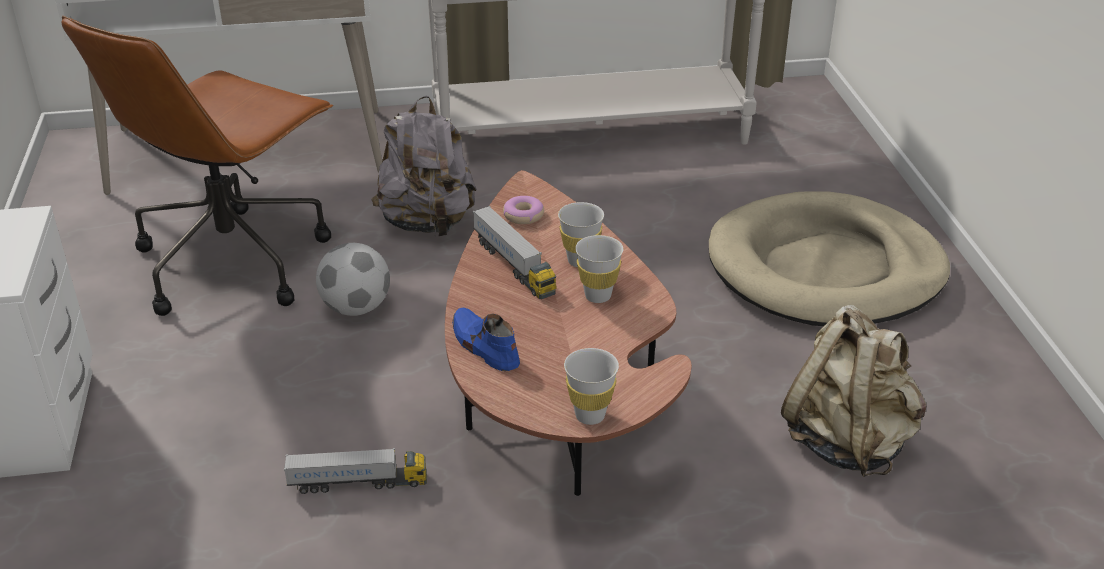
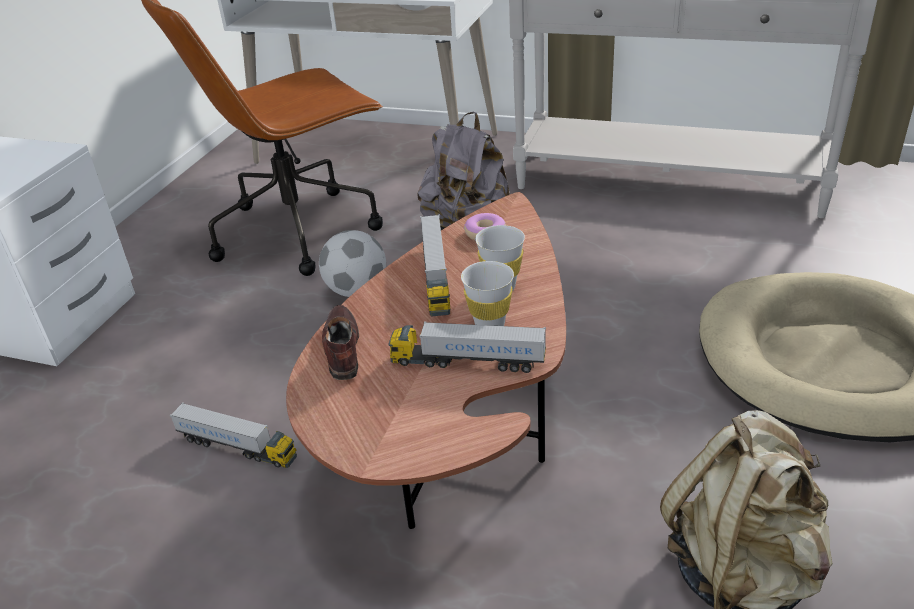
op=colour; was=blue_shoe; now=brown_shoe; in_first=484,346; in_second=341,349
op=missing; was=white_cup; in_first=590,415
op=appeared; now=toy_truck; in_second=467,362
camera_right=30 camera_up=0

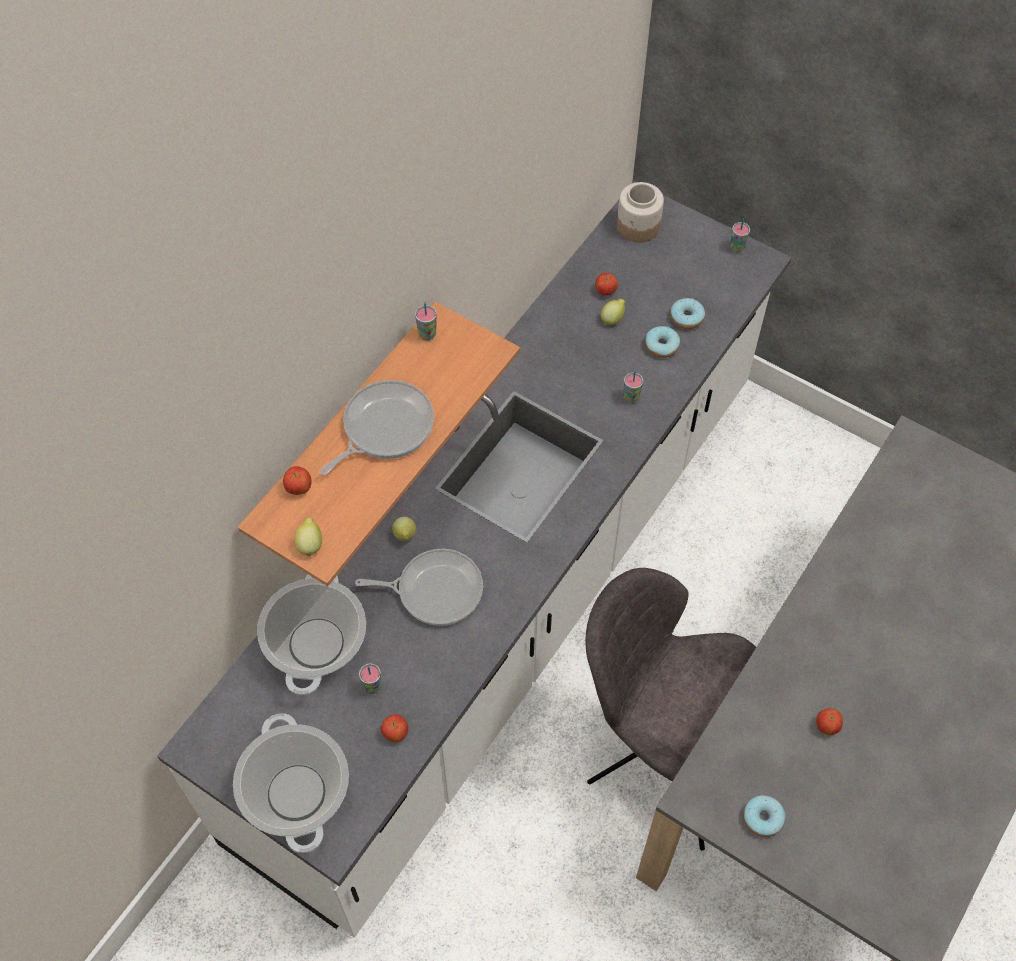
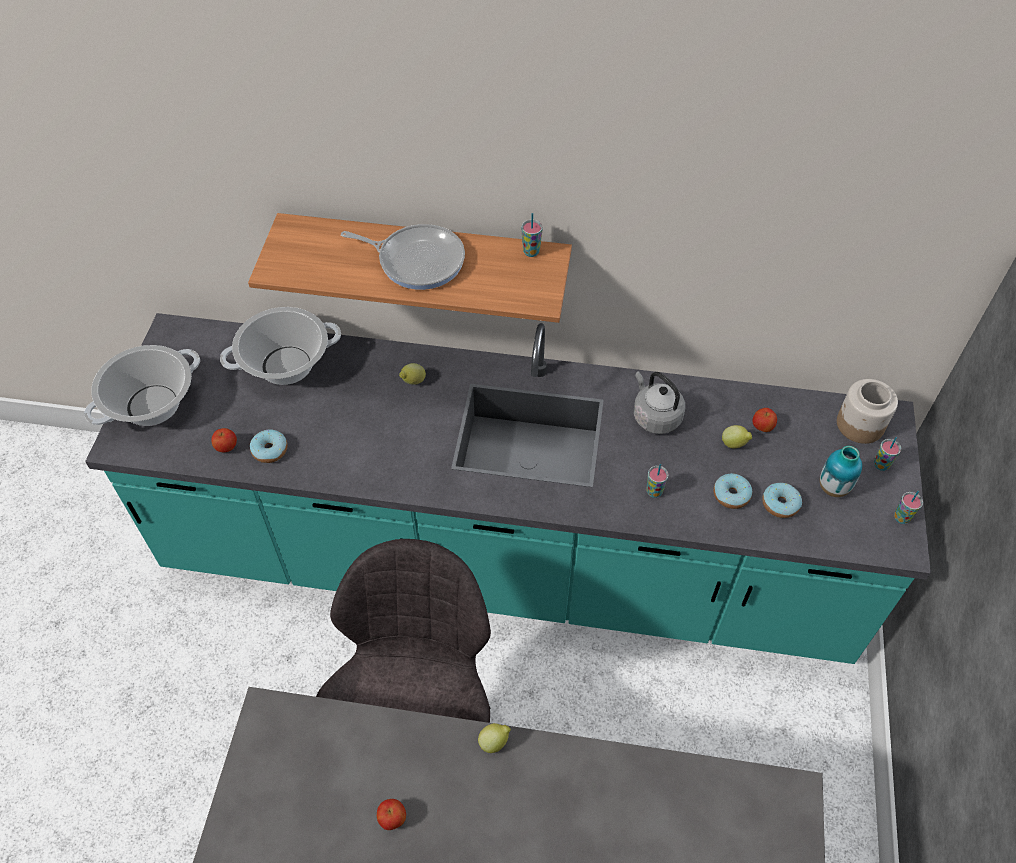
op=colour; was=white_counter; now=turquoise_counter; in_first=508,602; in_second=508,562
op=missing; was=apple; in_first=299,488
op=relocated; was=lemon; in_first=310,544; in_second=494,742
op=missing; was=frying_pan; in_first=435,590
op=relocated; was=cup; in_first=372,687; in_second=881,465
op=relocated; was=donut; in_first=762,818; in_second=270,450
op=appeared; now=grey_kettle; in_second=655,416
op=appeared; now=vase; in_second=833,488
camera_right=65 camera_up=-5

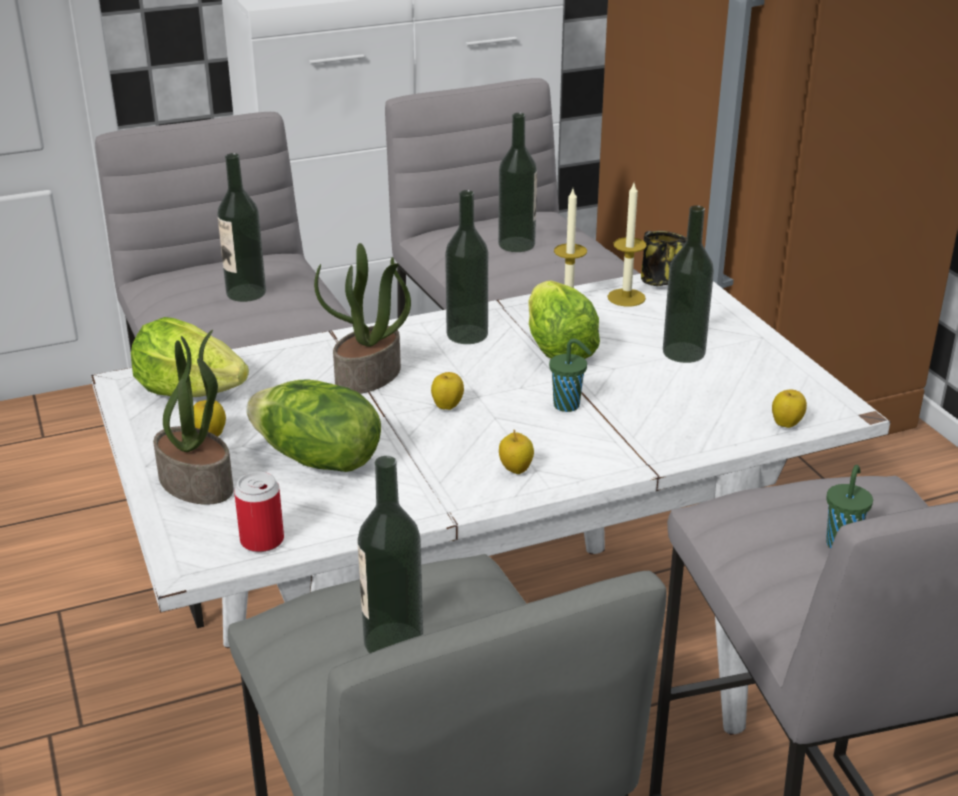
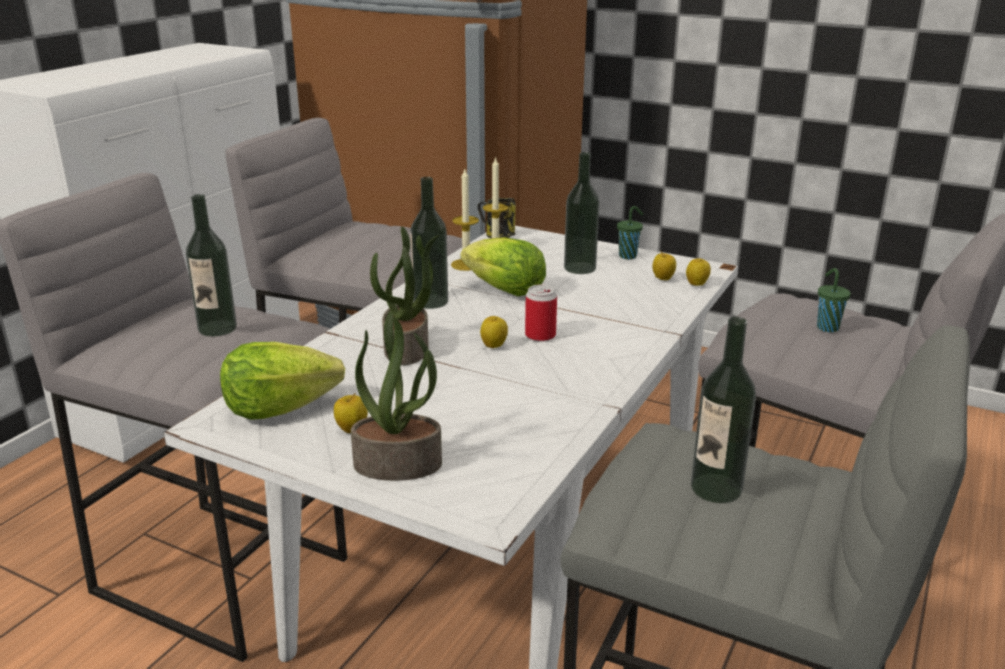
op=missing; was=bottle; in_first=516,244
op=relocated; was=green_cup; in_first=568,406; in_second=628,256
op=missing; was=lettuce; in_first=317,460
op=relocated; was=apple; in_first=515,470; in_second=663,279
op=relocated; was=can; in_first=262,540; in_second=540,336
camera_right=-40 camera_up=-5

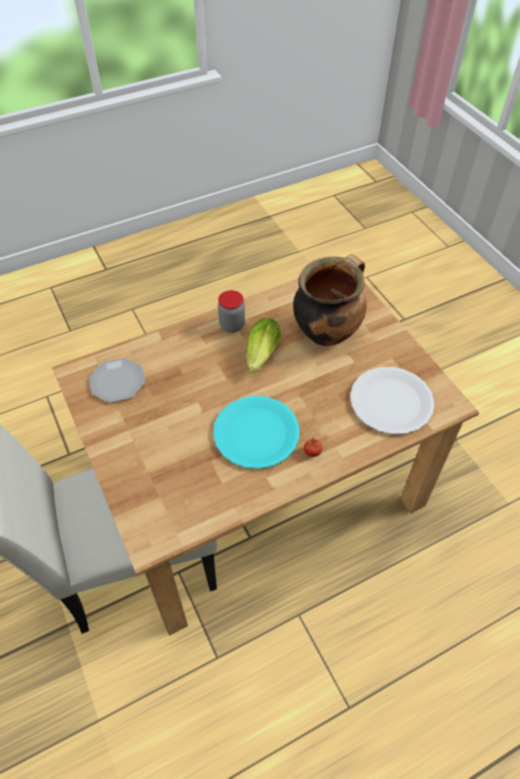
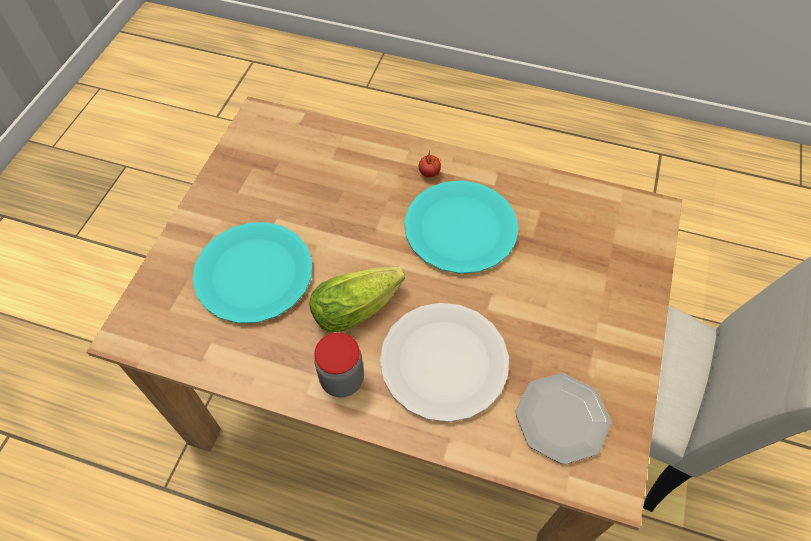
op=exchanged; was=cooking_pot; now=turquoise_plate; in_first=326,332; in_second=253,274
op=relocated; was=white_plate; in_first=391,401; in_second=444,362
camera_right=-135 camera_up=5

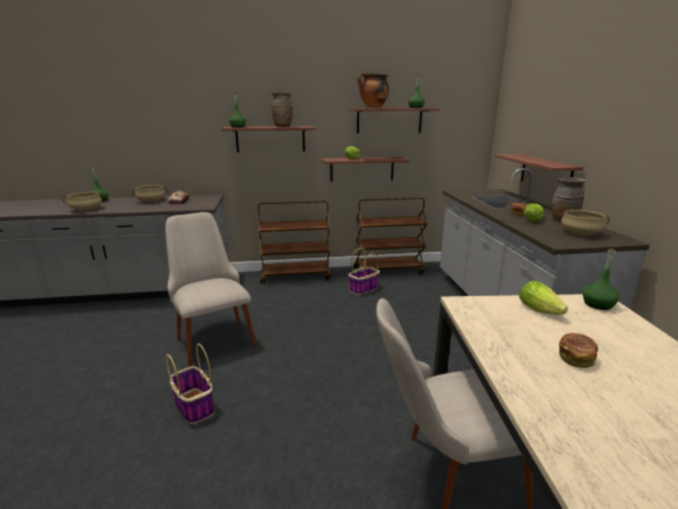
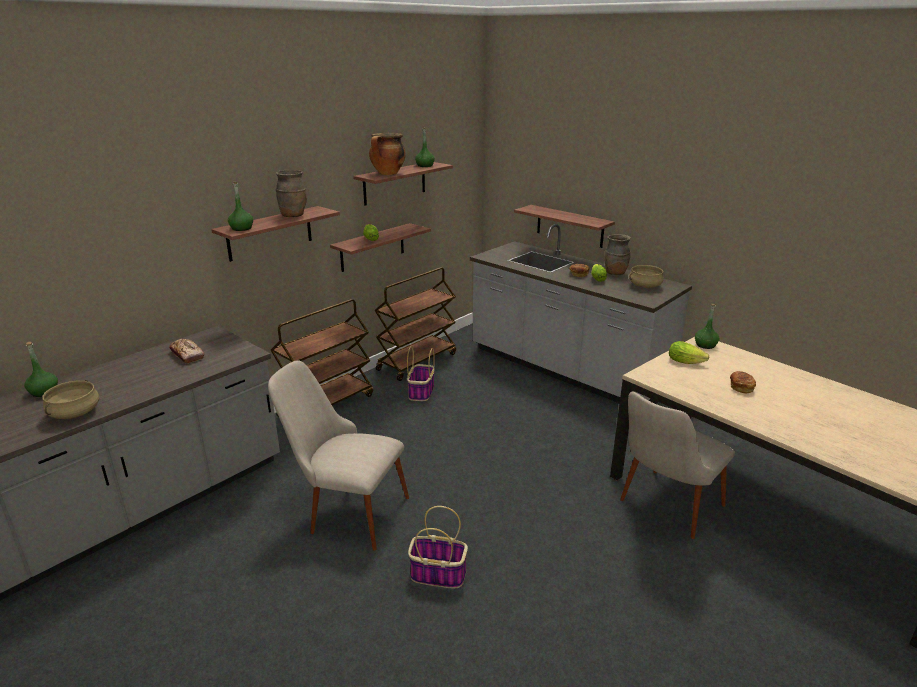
op=missing; was=beige_cooking_pot; in_first=151,201
camera_right=-40 camera_up=5

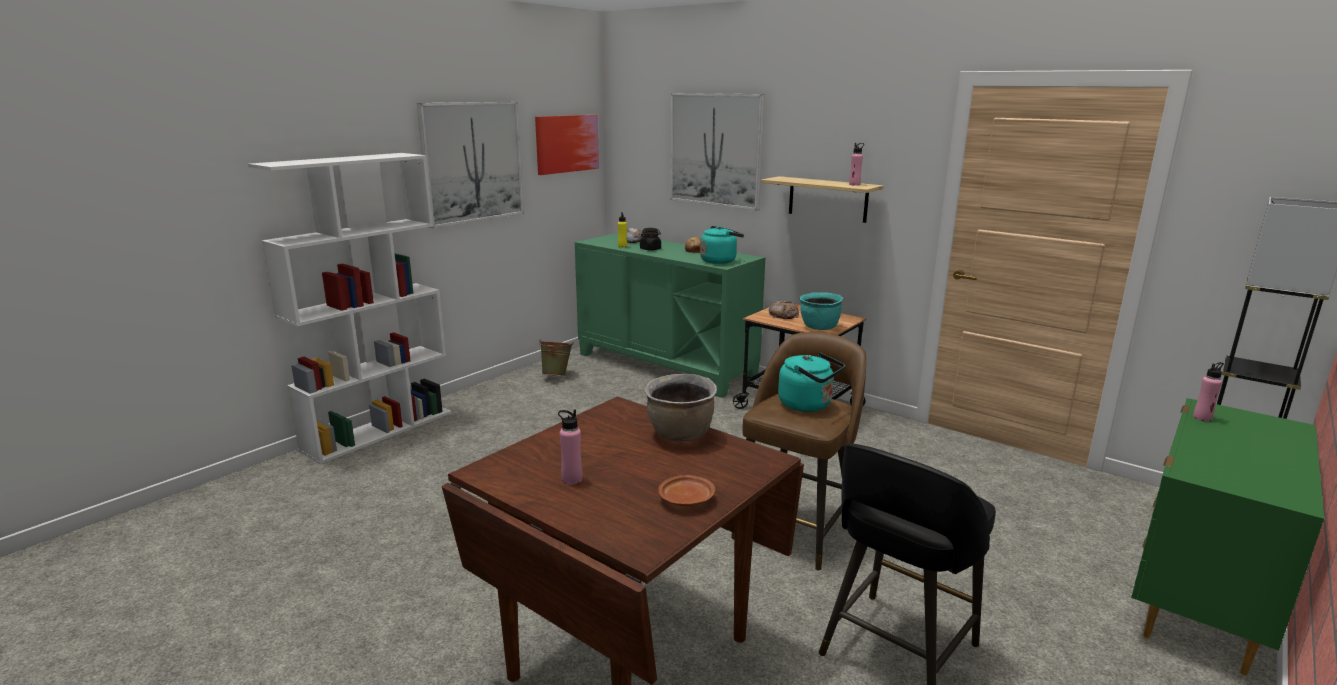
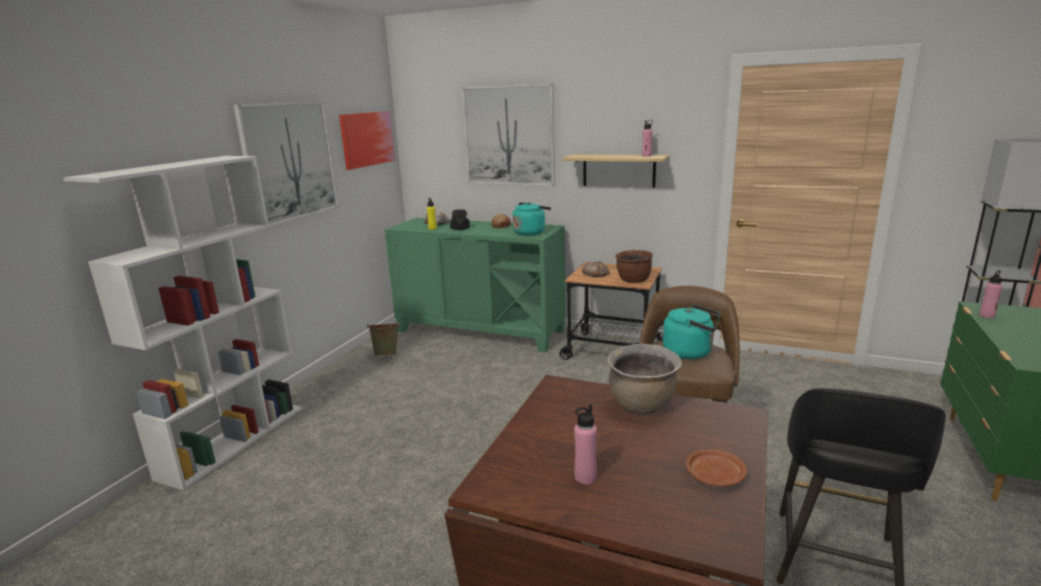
op=colour; was=turquoise_cooking_pot; now=brown_cooking_pot; in_first=819,327; in_second=633,280
camera_right=-15 camera_up=0

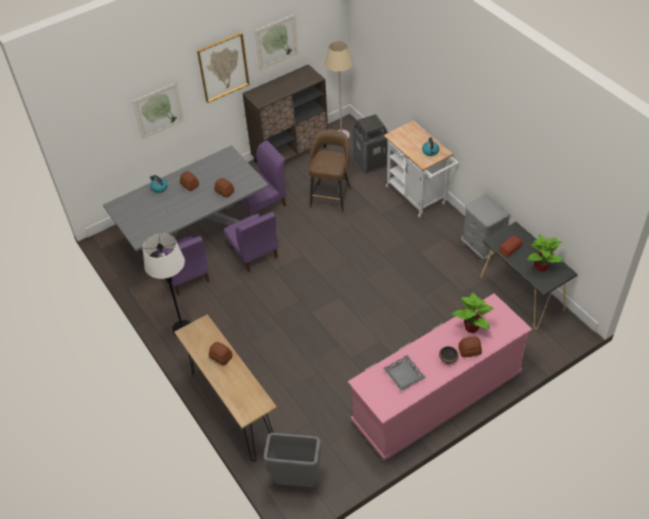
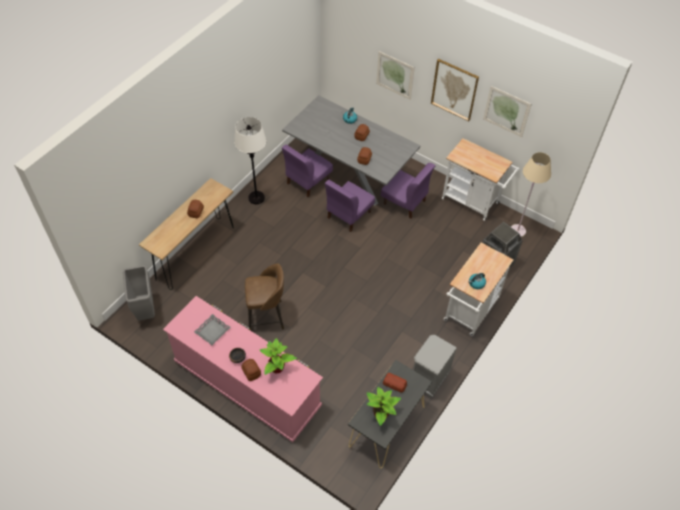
op=exchanged; was=brown_cabinet; now=white_cart; in_first=290,154; in_second=473,202
op=relocated; was=brown_stool; in_first=331,196; in_second=267,316
camera_right=65 camera_up=5

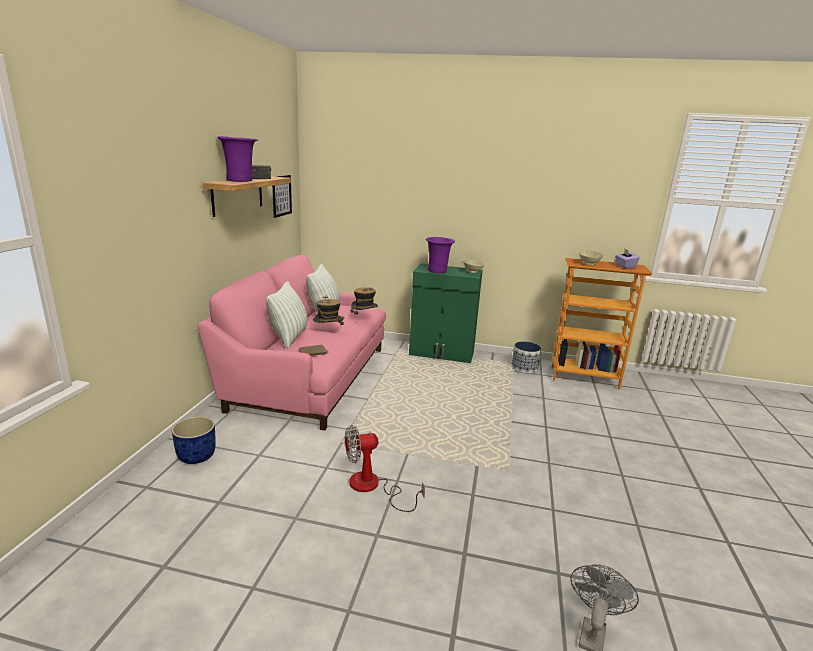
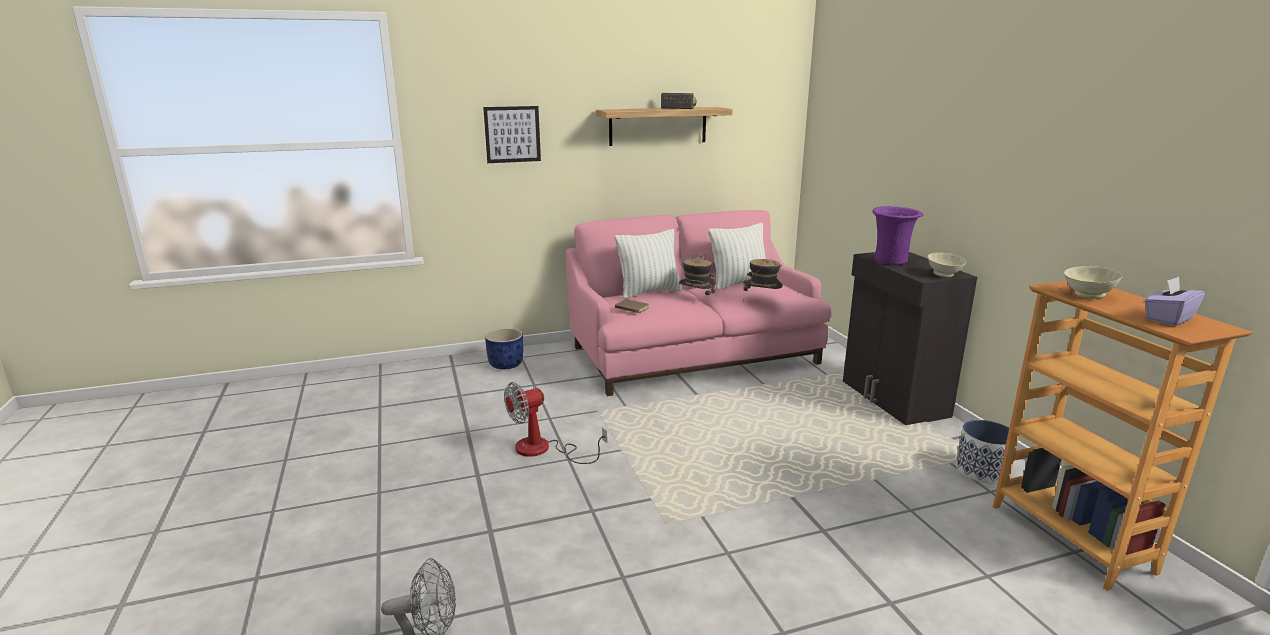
op=missing; was=purple_vase; in_first=240,181
op=relocated; was=picture; in_first=281,195; in_second=512,134
op=colour; was=green_cabinet; now=black_cabinet; in_first=442,353; in_second=893,399
op=spun; was=fan; in_first=372,487; in_second=544,450; clockwise=-75
camera_right=60 camera_up=0

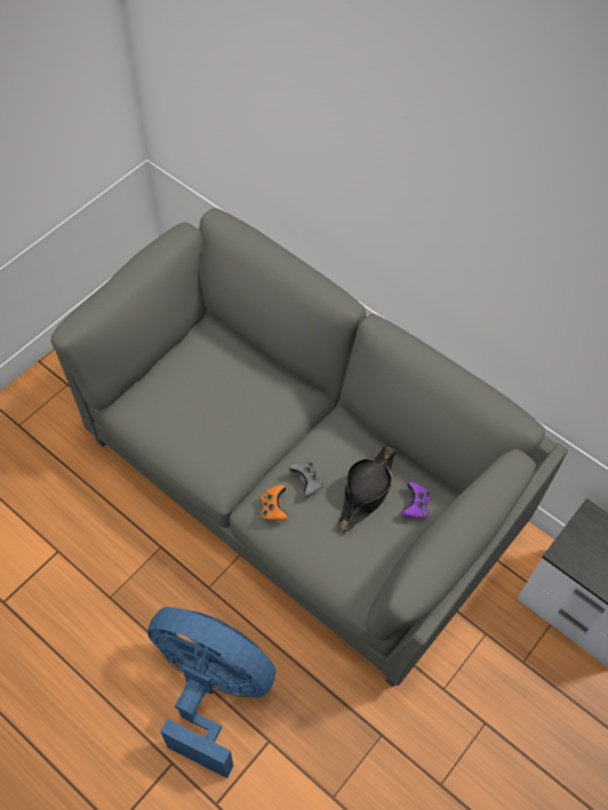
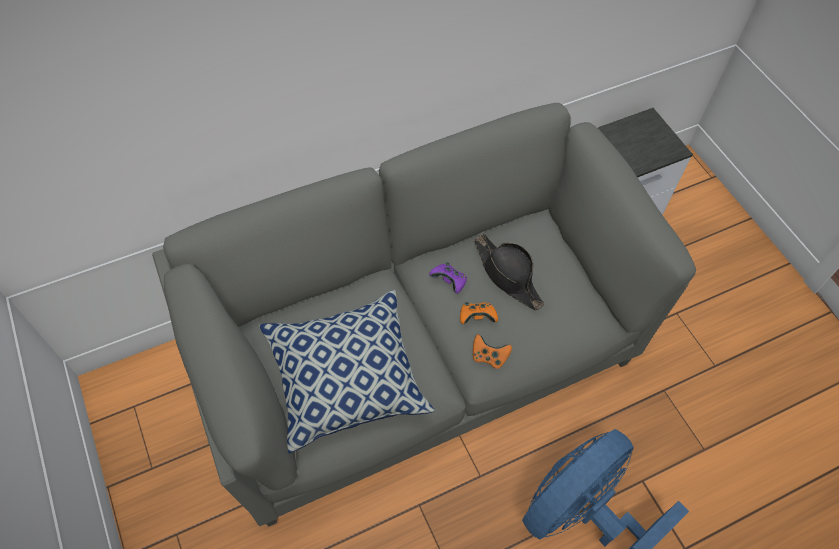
op=colour; was=grey_game_controller; now=orange_game_controller; in_first=307,482; in_second=477,317
op=relocated; was=purple_game_controller; in_first=415,506; in_second=449,282
op=appeared; now=pillow; in_second=346,377
camera_right=-65 camera_up=0

